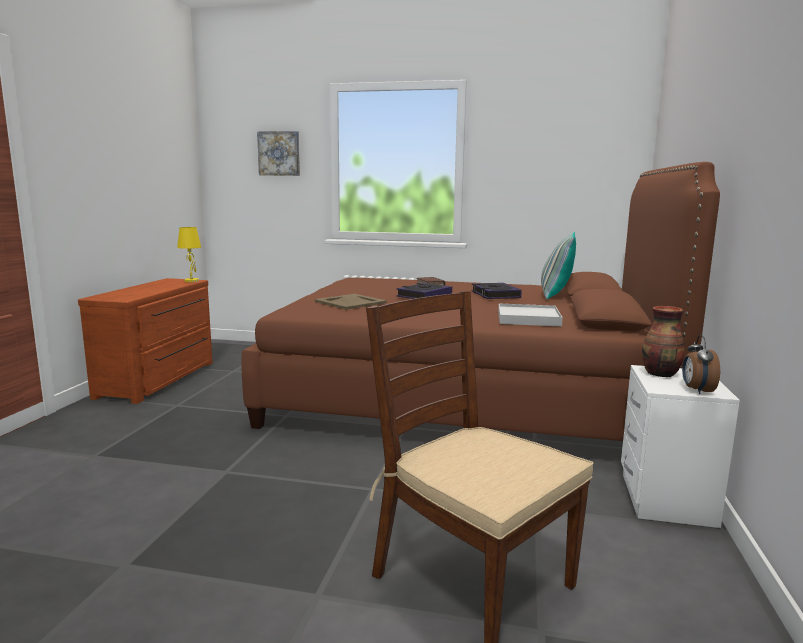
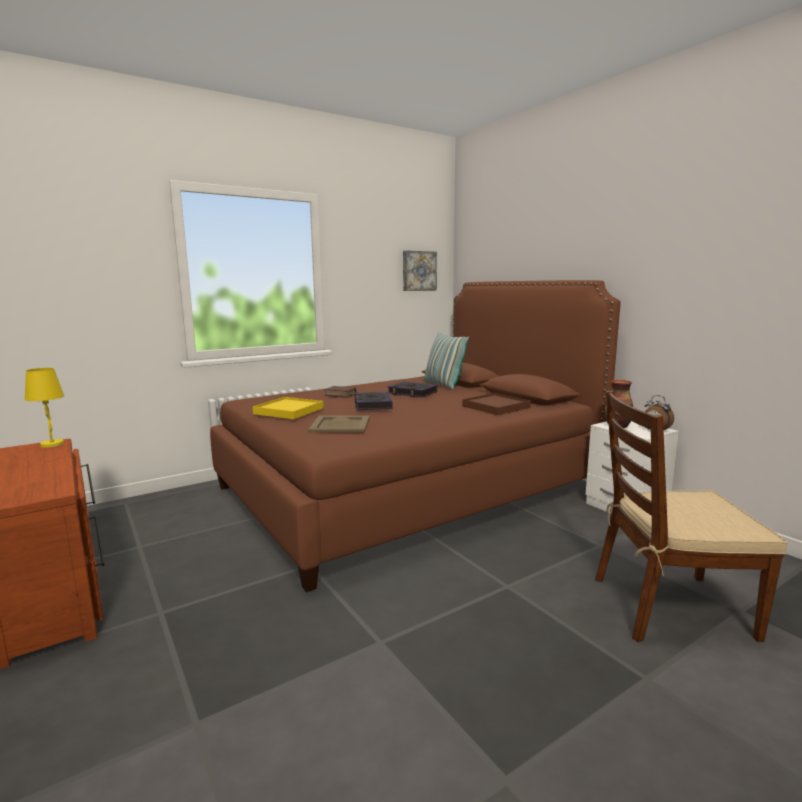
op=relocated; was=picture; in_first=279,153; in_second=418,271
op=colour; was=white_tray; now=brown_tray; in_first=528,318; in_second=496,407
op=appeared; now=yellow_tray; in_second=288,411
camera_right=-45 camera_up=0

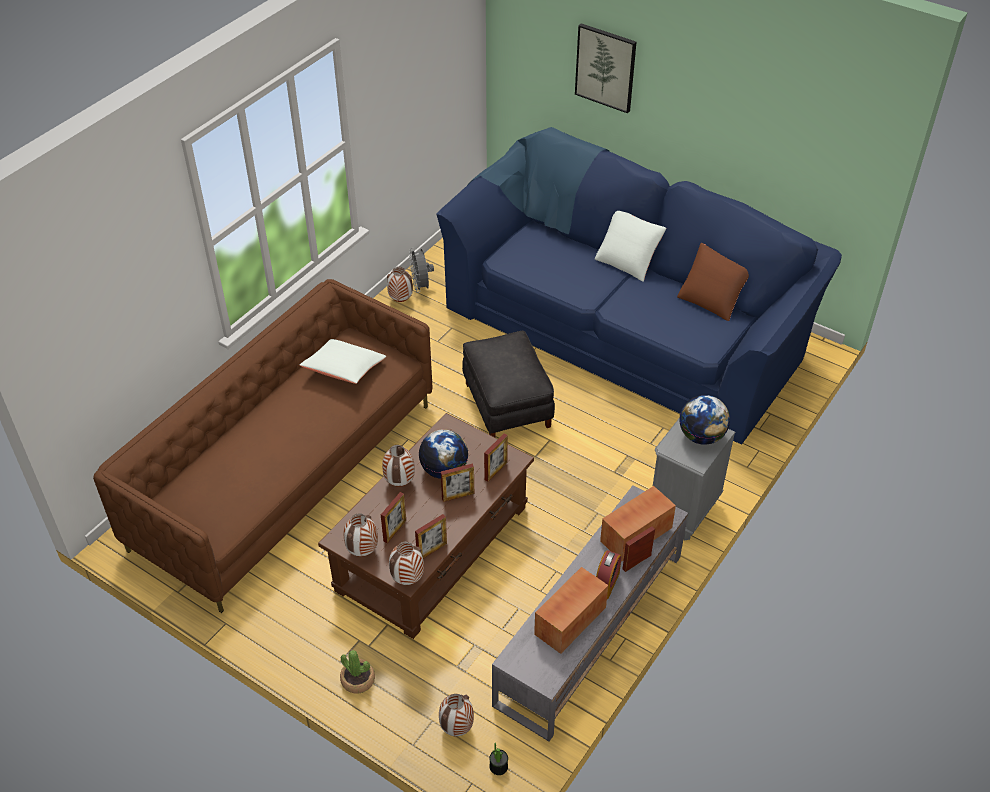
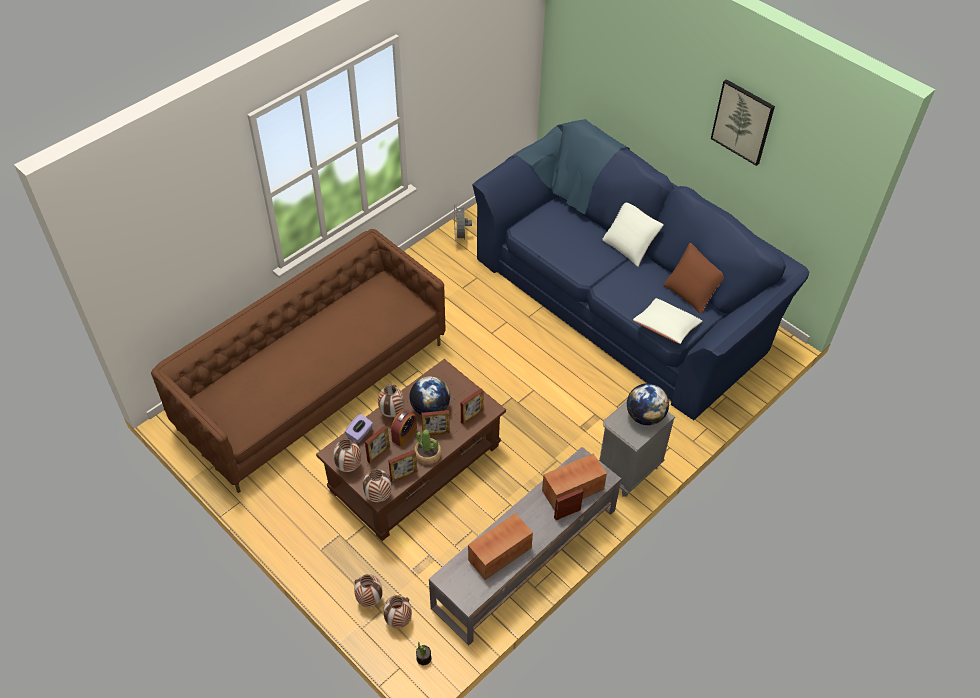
op=relocated; was=picture; in_first=606,67; in_second=743,122
op=relocated; was=vase; in_first=400,300; in_second=369,600
op=missing; was=black_ottoman; in_first=506,405
op=relocated; was=white_pillow; in_first=344,370; in_second=666,327
op=relocated; was=alarm_clock; in_first=606,583; in_second=404,434
op=relocated; was=potted_plant; in_first=358,680; in_second=428,454
op=appeared; now=purple_tissue_box; in_second=360,433
camera_right=10 camera_up=5

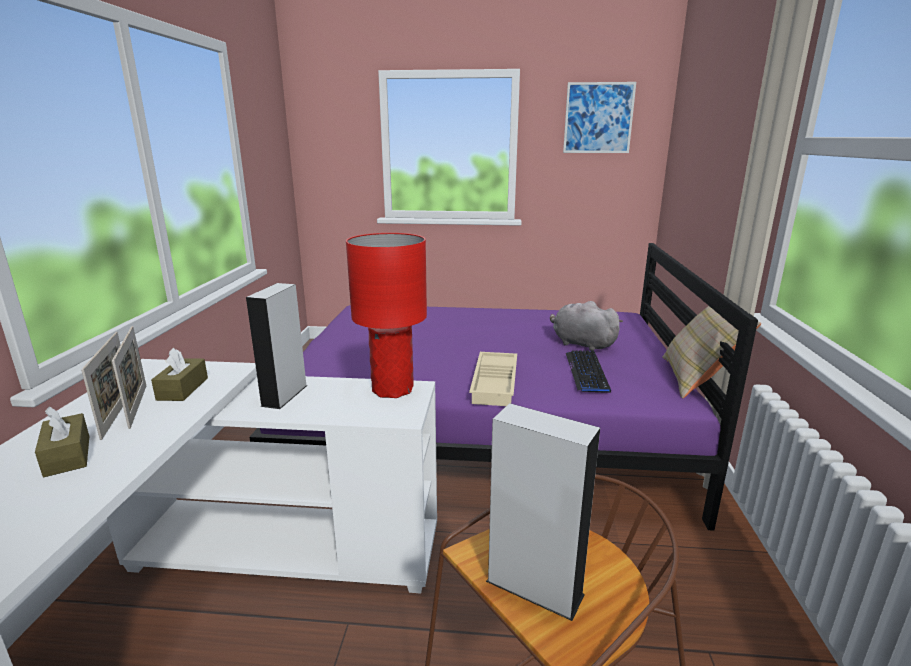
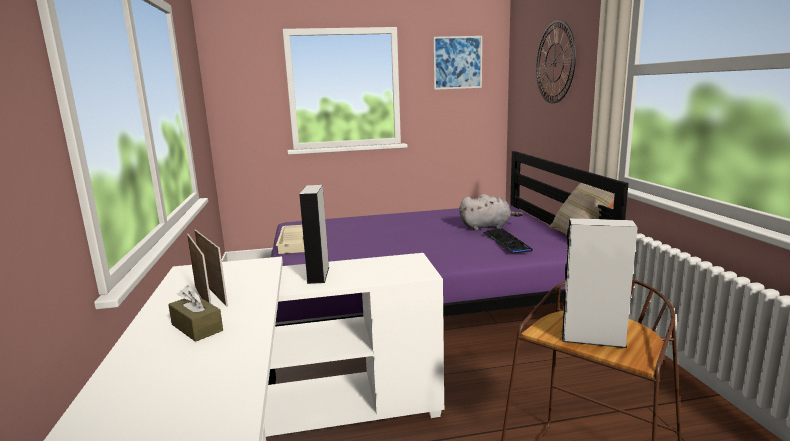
op=missing; was=red_table_lamp; in_first=392,390
op=spun; was=grey_plush_toy; in_first=581,344; in_second=487,227; clockwise=150
op=missing; was=brown_tissue_box; in_first=183,389
op=relocated; was=beige_tray; in_first=496,383; in_second=295,242
op=appeared; now=wall_clock; in_second=554,62
camera_right=-15 camera_up=-5

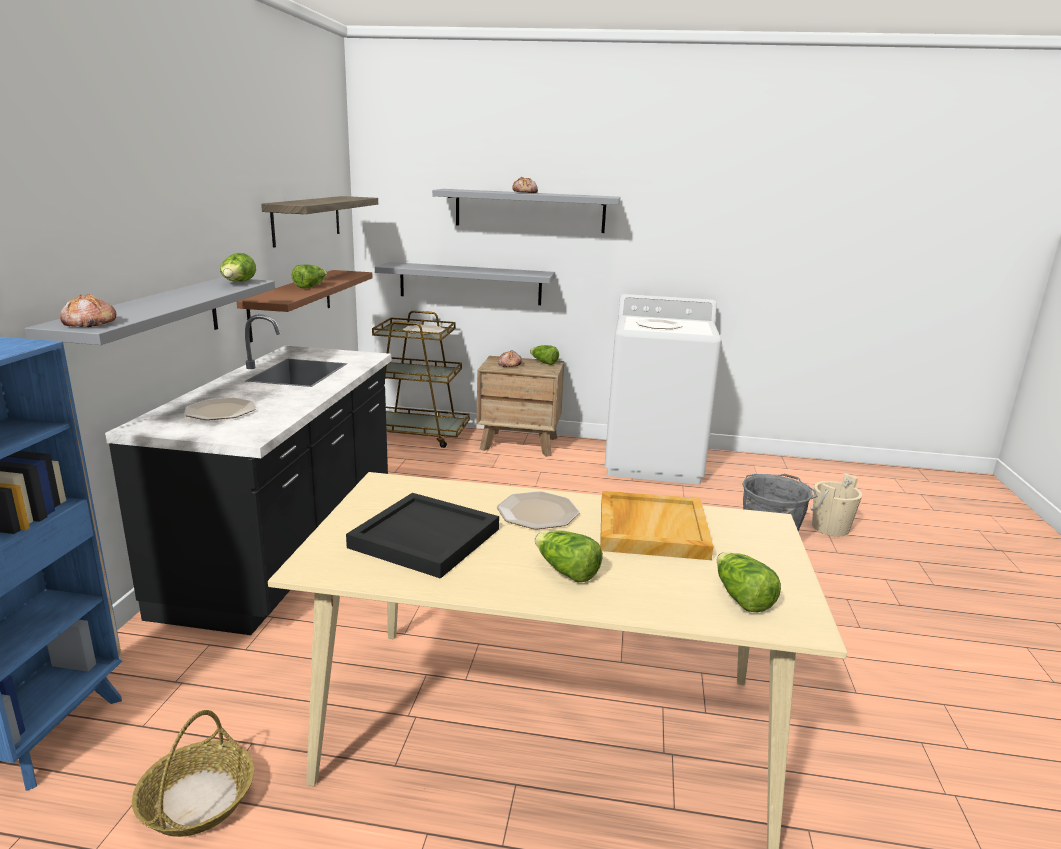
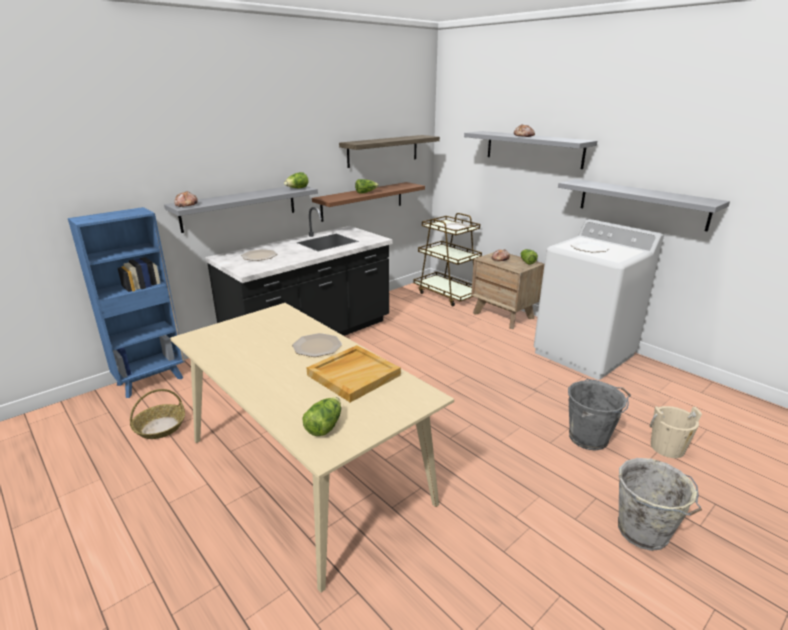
op=relocated; was=grey_shelf; in_first=470,283; in_second=642,203
op=missing; was=black_tray; in_first=423,538
op=missing; was=lettuce; in_first=566,571
op=appeared; now=grey_bucket; in_second=644,533
camera_right=40 camera_up=5

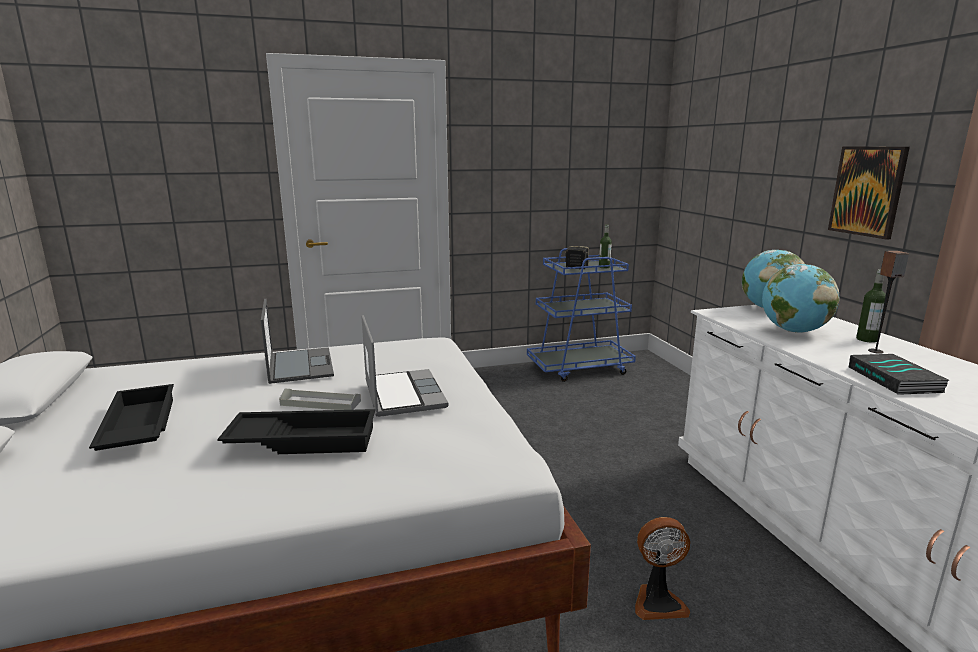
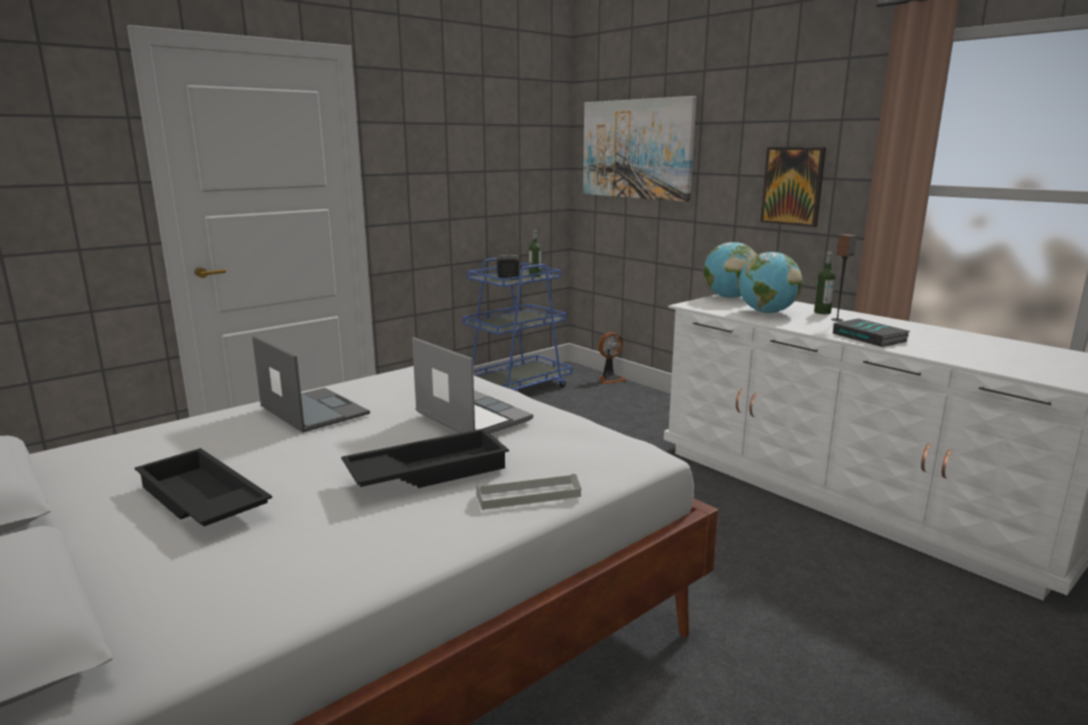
op=relocated; was=grey_tray; in_first=320,403; in_second=528,495
op=relocated; was=fan; in_first=658,601; in_second=610,379
op=appeared; now=picture; in_second=636,149
camera_right=-25 camera_up=0

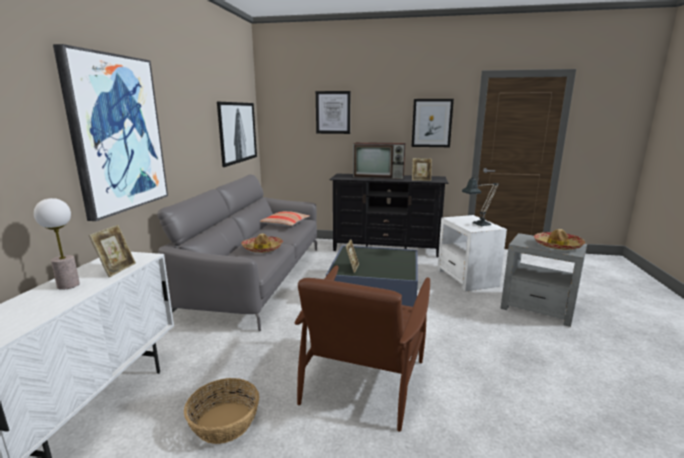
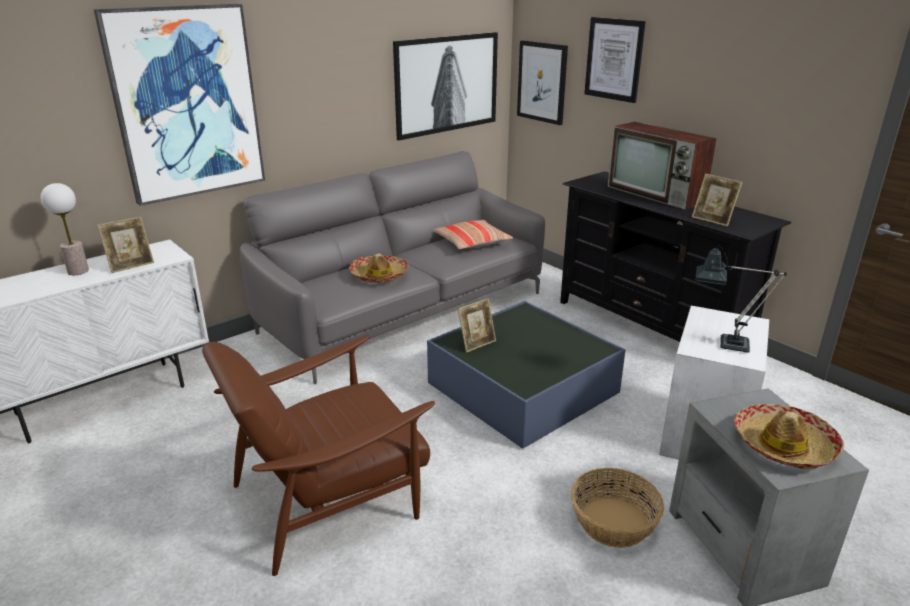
op=relocated; was=picture; in_first=432,123; in_second=542,82
op=relocated; was=basket; in_first=224,423; in_second=612,522
camera_right=40 camera_up=10

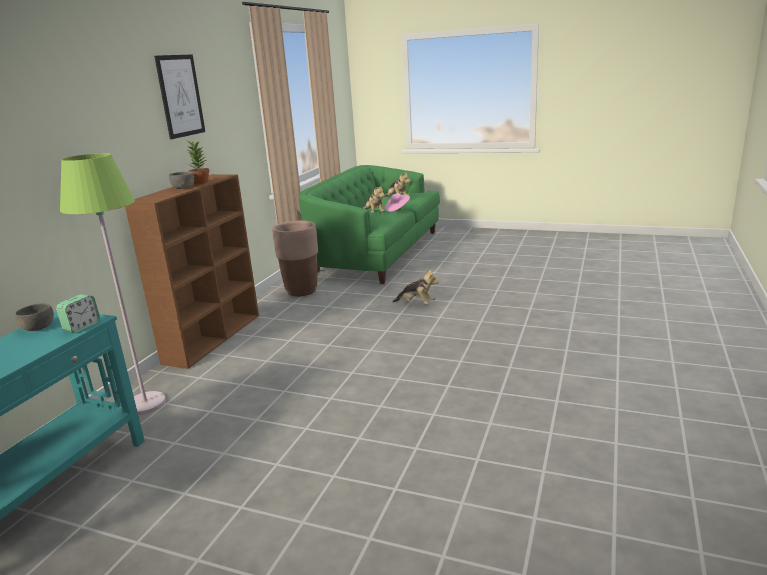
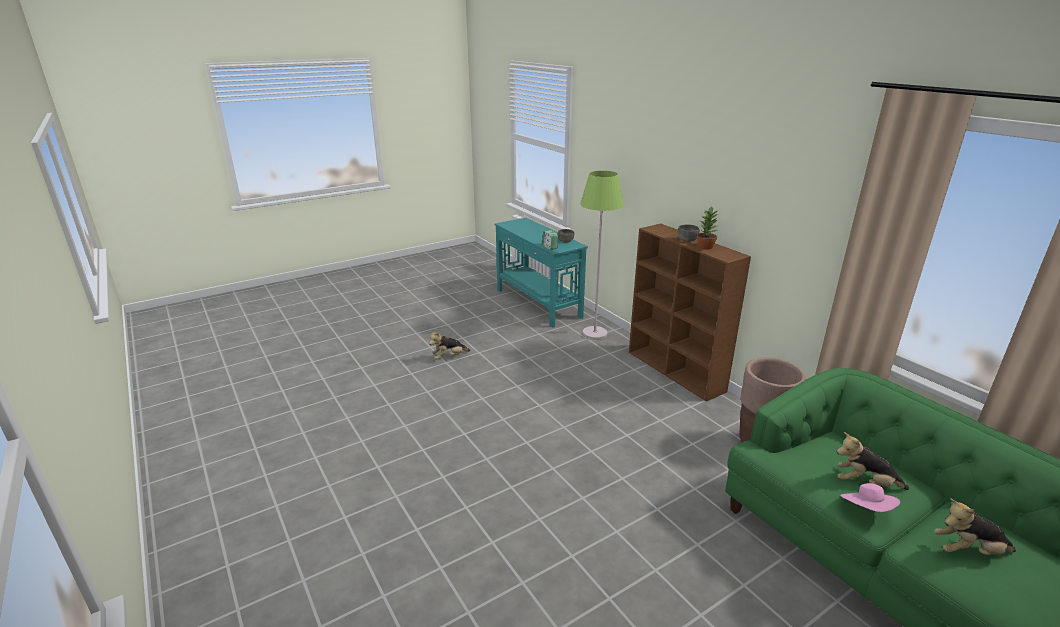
op=missing; was=picture; in_first=180,96
op=relocated; was=plush_toy; in_first=416,304; in_second=449,357
camera_right=125 camera_up=5

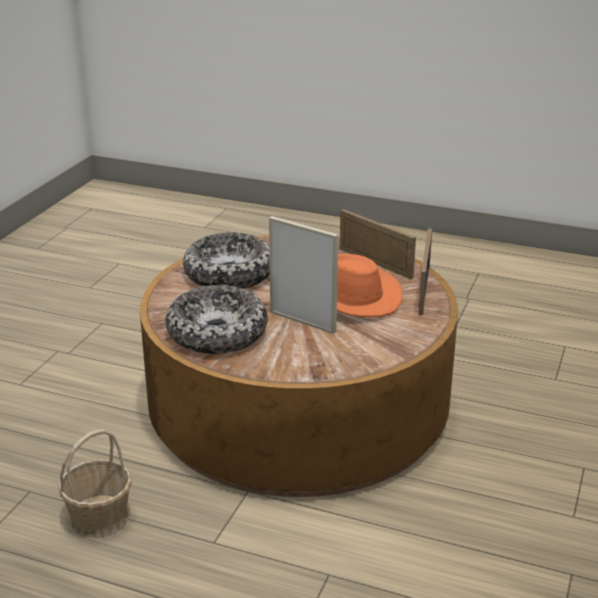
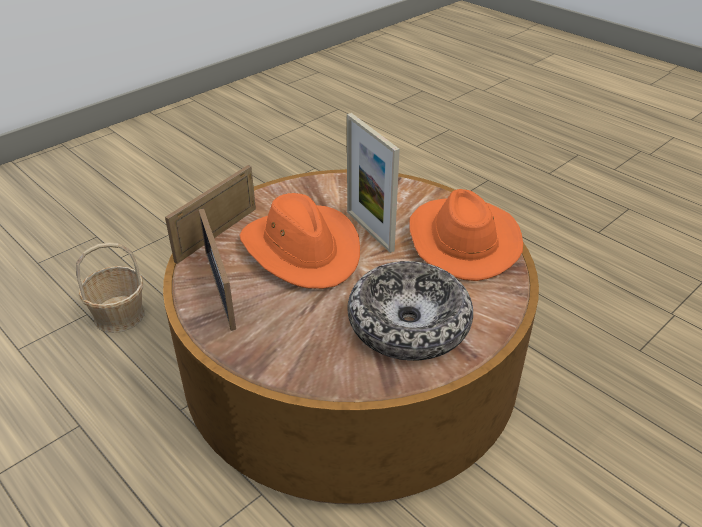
op=exchanged; was=bowl; now=orange_hat; in_first=217,333; in_second=461,240
op=relocated; was=basket; in_first=100,518; in_second=119,315
camera_right=-155 camera_up=10

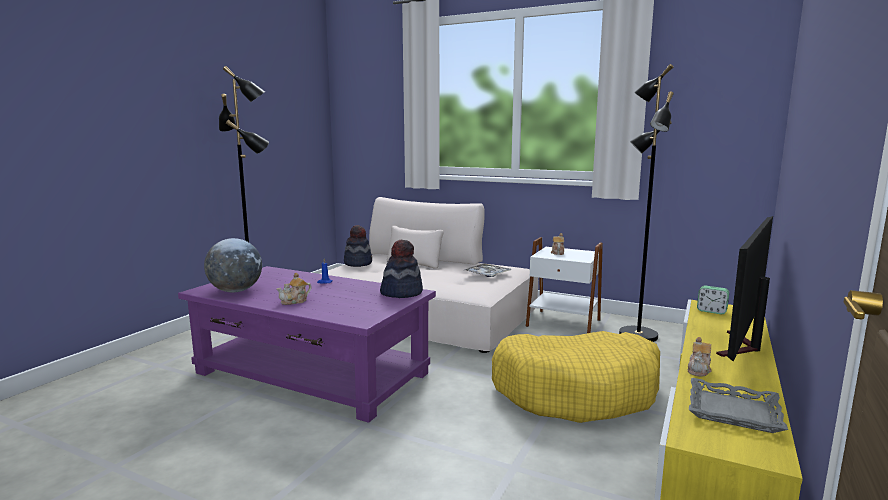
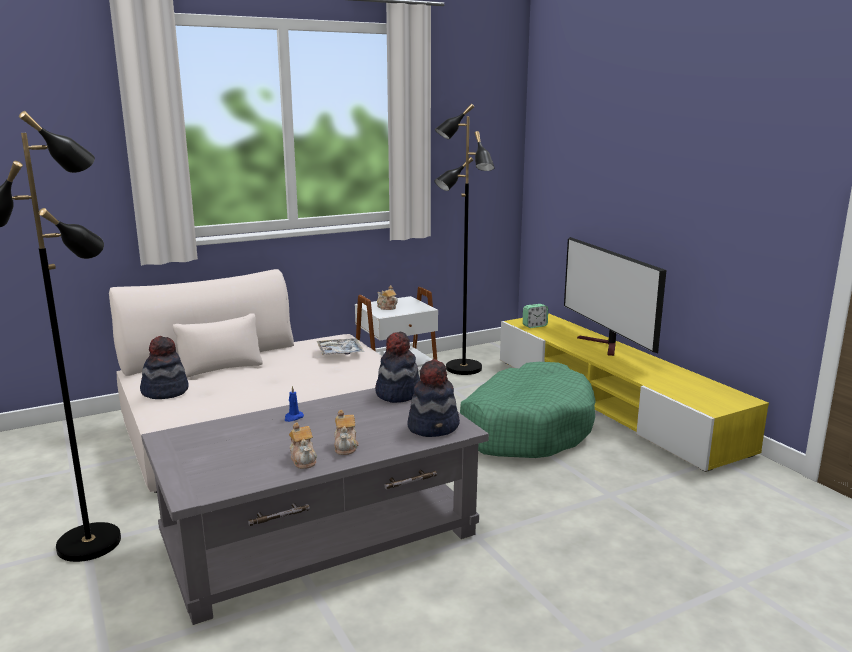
op=missing; was=globe; in_first=235,291
op=colour; was=purple_coffee_table; now=grey_coffee_table; in_first=312,373; in_second=321,537
op=colour; was=yellow_dog_bed; now=green_dog_bed; in_first=576,391; in_second=525,428
op=relocated; was=teapot; in_first=699,370; in_second=303,460
op=missing; was=grey_tray; in_first=733,411
op=appeared; now=hat; in_second=434,427
camera_right=-55 camera_up=5

